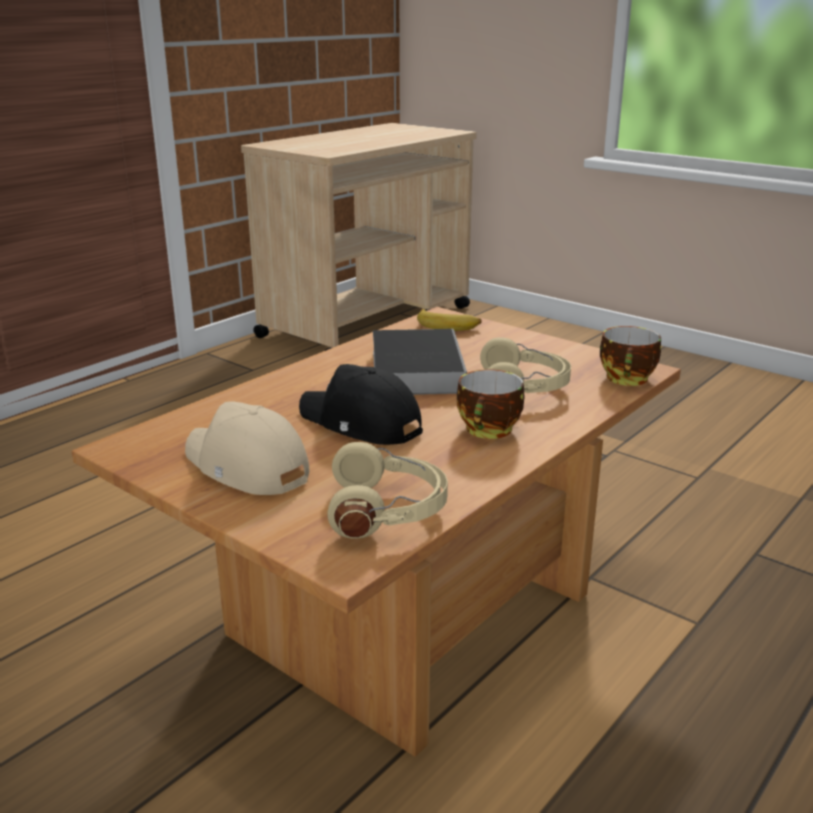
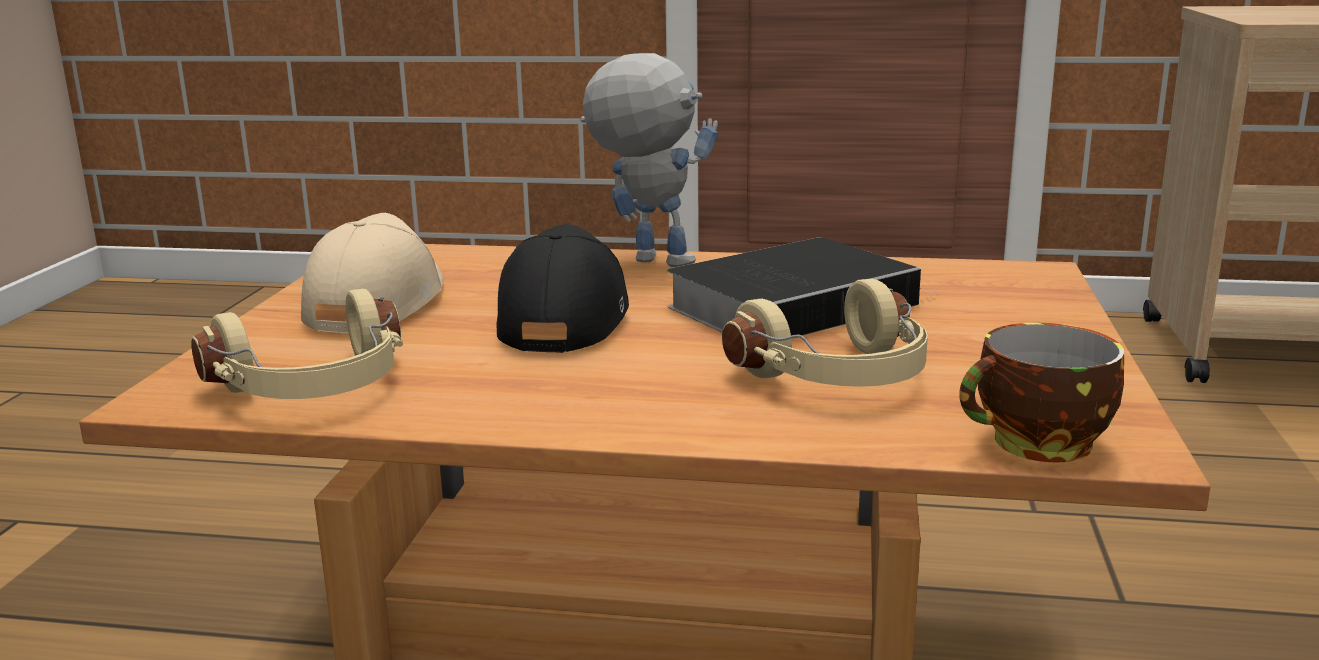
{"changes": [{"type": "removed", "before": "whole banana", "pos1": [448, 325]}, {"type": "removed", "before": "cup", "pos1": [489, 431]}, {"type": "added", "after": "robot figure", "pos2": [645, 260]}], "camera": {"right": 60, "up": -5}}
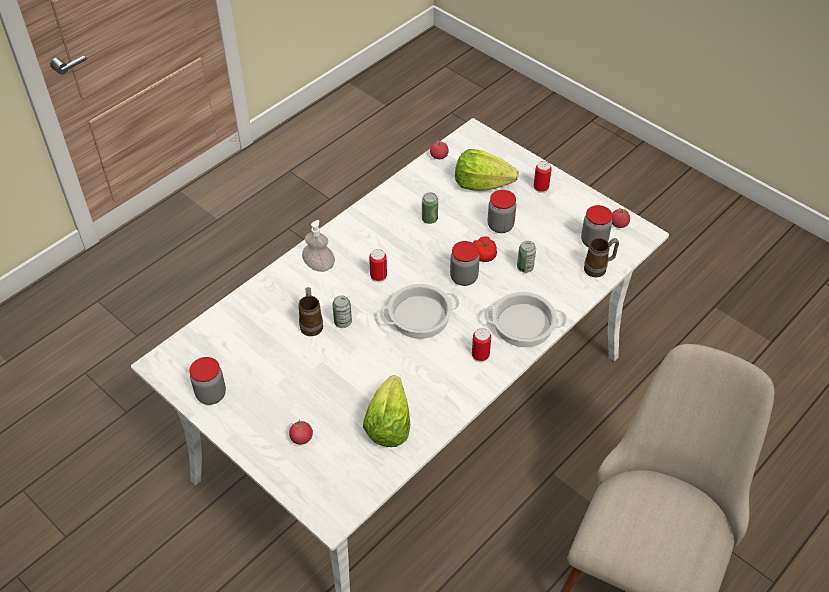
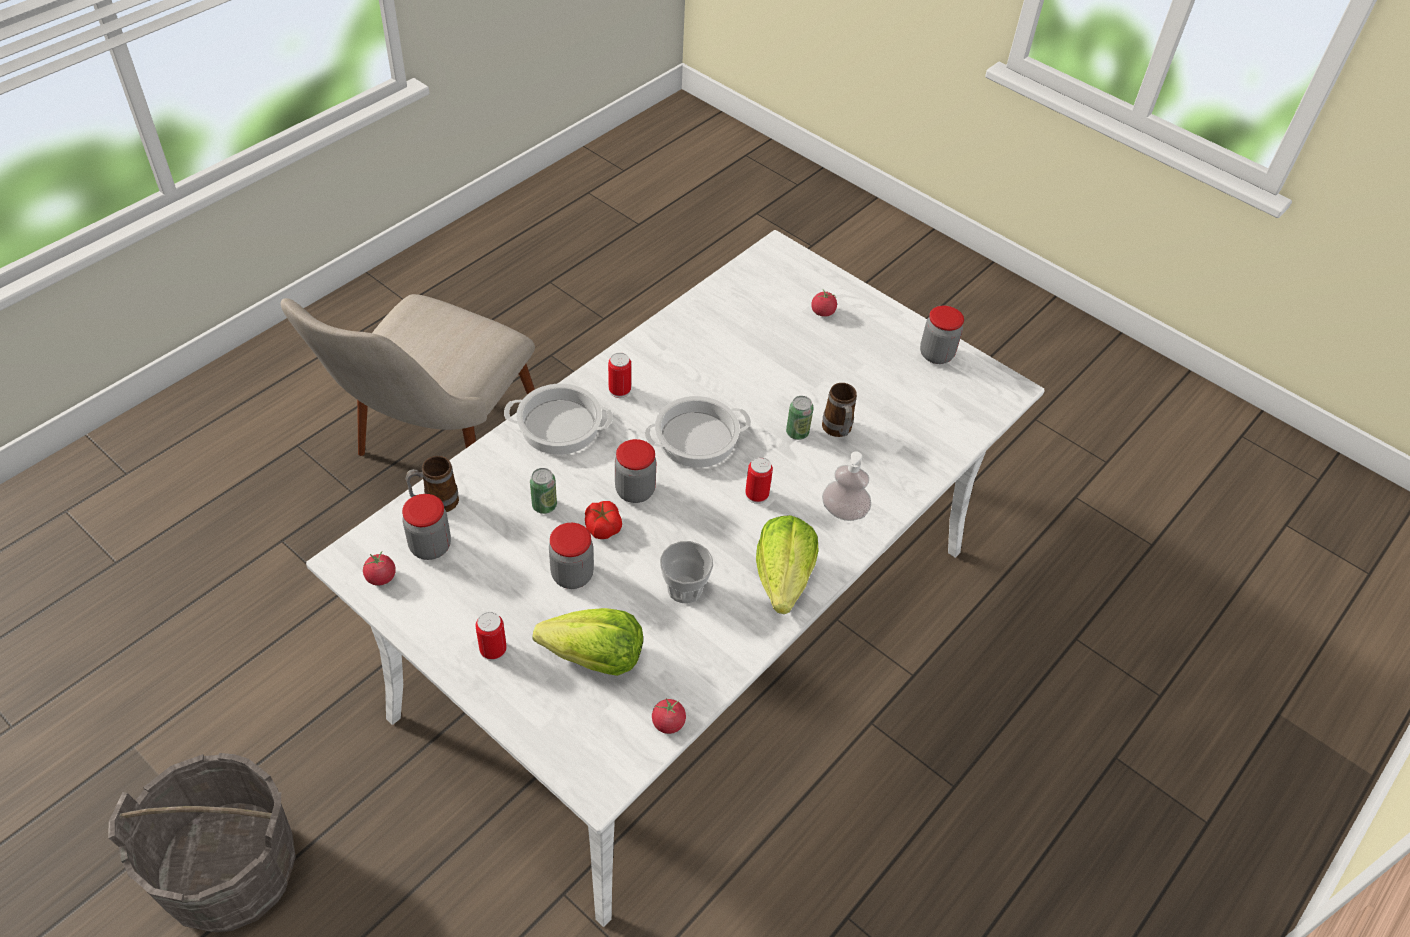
{"changes": [{"type": "moved", "before": "lettuce", "pos1": [388, 425], "pos2": [783, 578]}, {"type": "replaced", "before": "metal can", "after": "cup", "pos1": [429, 219], "pos2": [684, 588]}, {"type": "added", "after": "grey water bucket", "pos2": [231, 873]}], "camera": {"right": 175, "up": 0}}
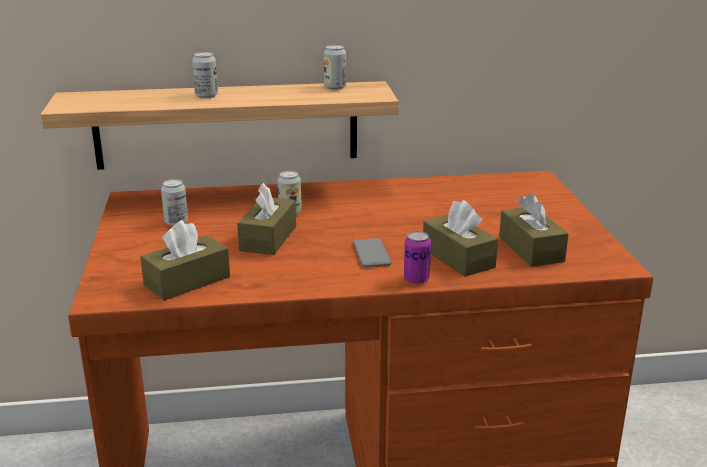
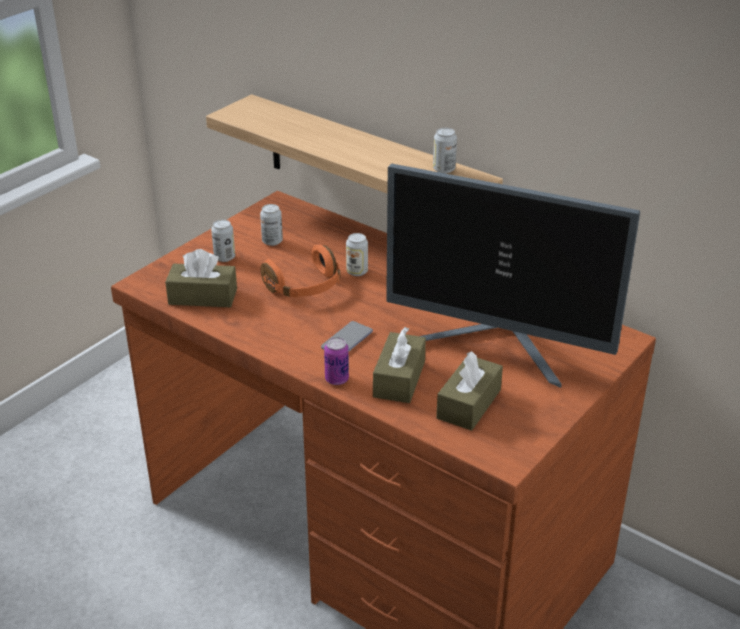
{"changes": [{"type": "moved", "before": "metal can", "pos1": [206, 96], "pos2": [224, 257]}, {"type": "replaced", "before": "brown box of tissues", "after": "orange pair of headphones", "pos1": [268, 238], "pos2": [305, 287]}, {"type": "added", "after": "monitor", "pos2": [498, 347]}], "camera": {"right": 45, "up": 10}}
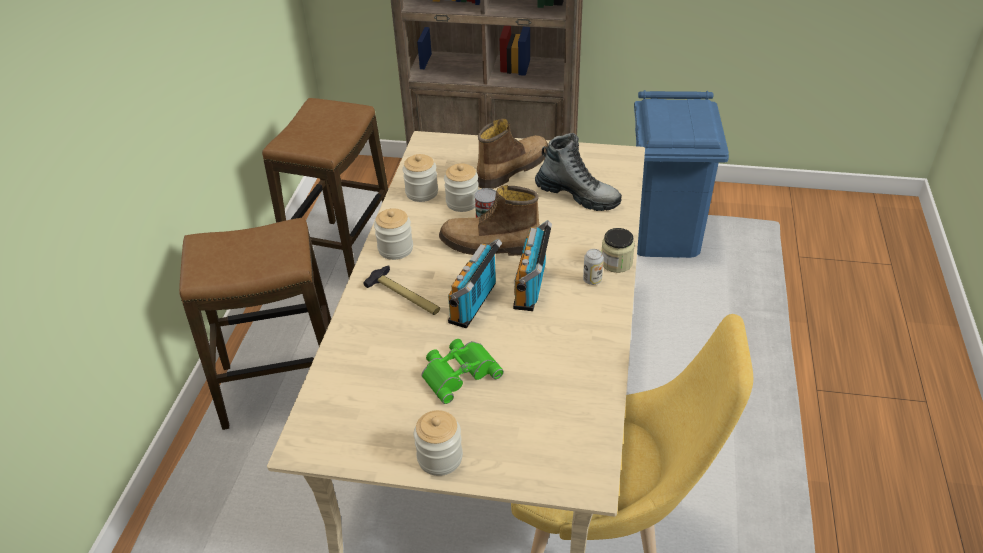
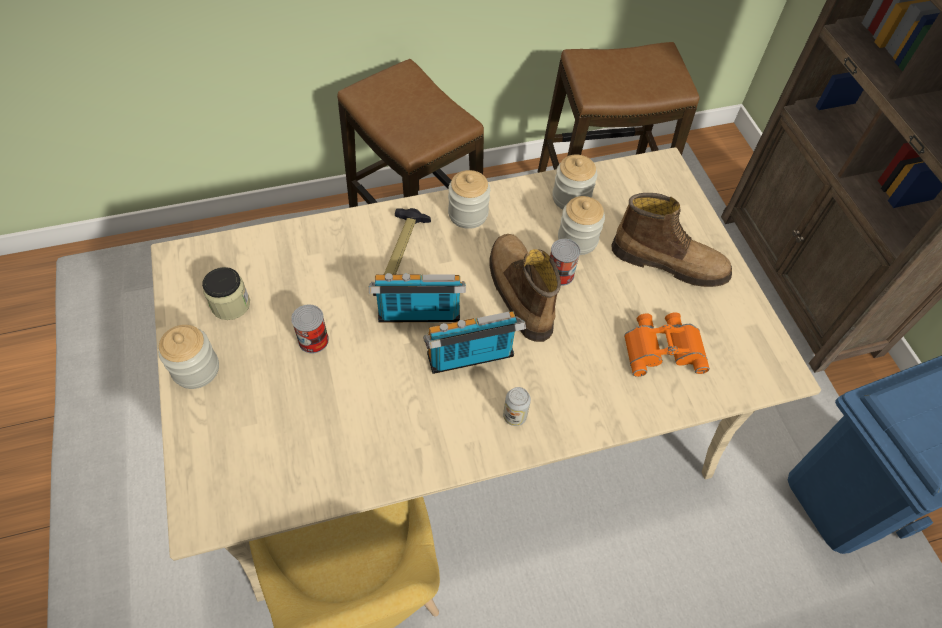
{"changes": [{"type": "replaced", "before": "green field glasses", "after": "metal can", "pos1": [459, 372], "pos2": [313, 340]}, {"type": "replaced", "before": "boot", "after": "orange field glasses", "pos1": [577, 195], "pos2": [663, 347]}, {"type": "moved", "before": "preserve jar", "pos1": [616, 263], "pos2": [231, 304]}], "camera": {"right": 60, "up": 15}}
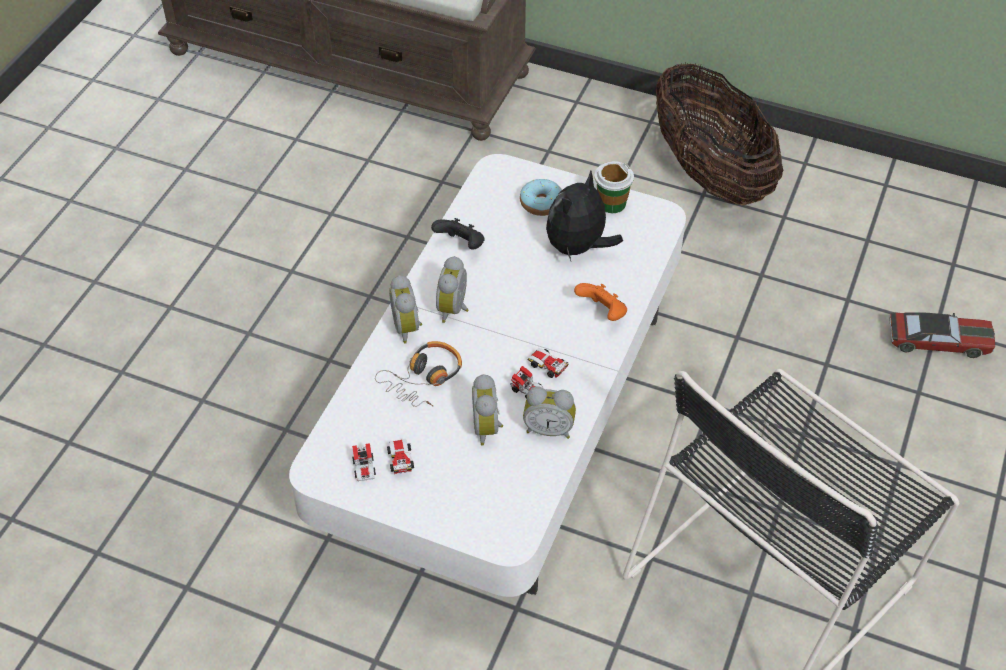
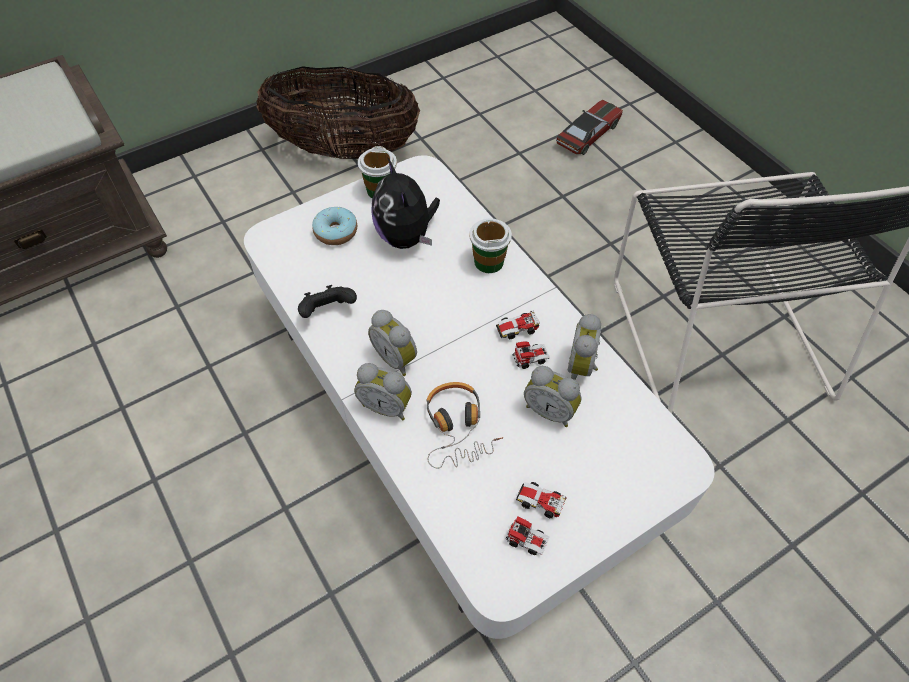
{"changes": [{"type": "turned", "before": "bedside clock", "pos1": [549, 428], "pos2": [582, 367], "turn": 150}, {"type": "replaced", "before": "orange game controller", "after": "cup", "pos1": [602, 313], "pos2": [488, 261]}], "camera": {"right": -55, "up": 5}}
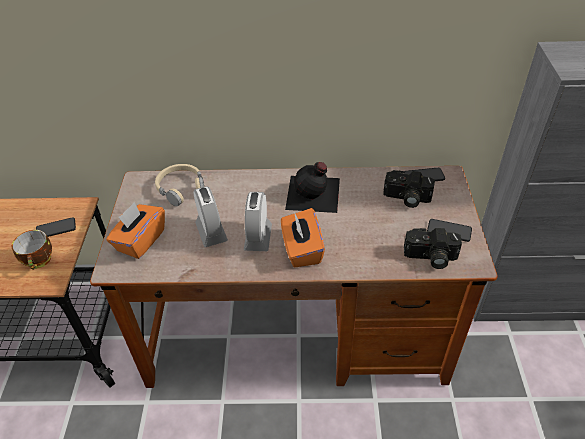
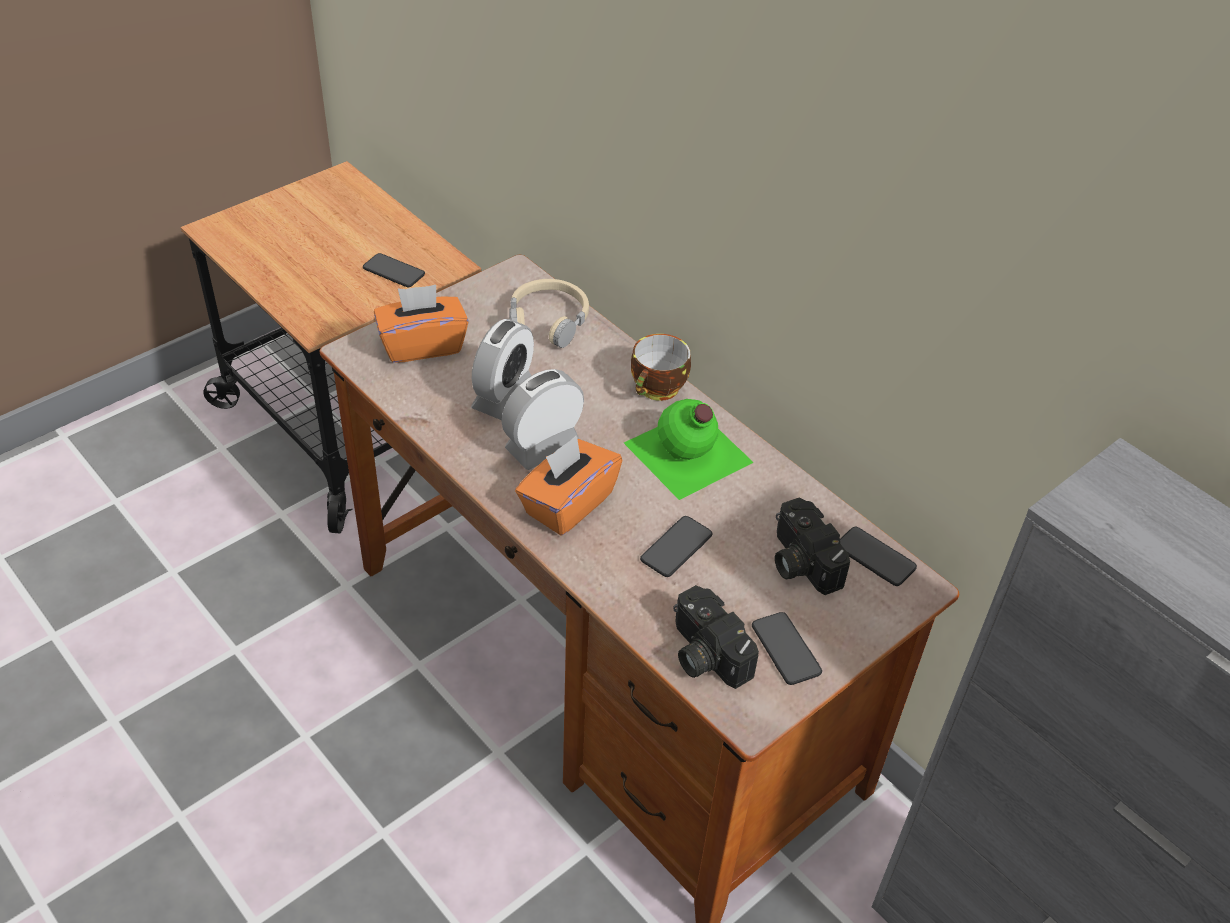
{"changes": [{"type": "moved", "before": "cup", "pos1": [39, 261], "pos2": [658, 389]}, {"type": "recoloured", "before": "black bottle", "after": "green bottle", "pos1": [314, 194], "pos2": [687, 454]}, {"type": "added", "after": "phone", "pos2": [676, 547]}], "camera": {"right": 45, "up": 0}}
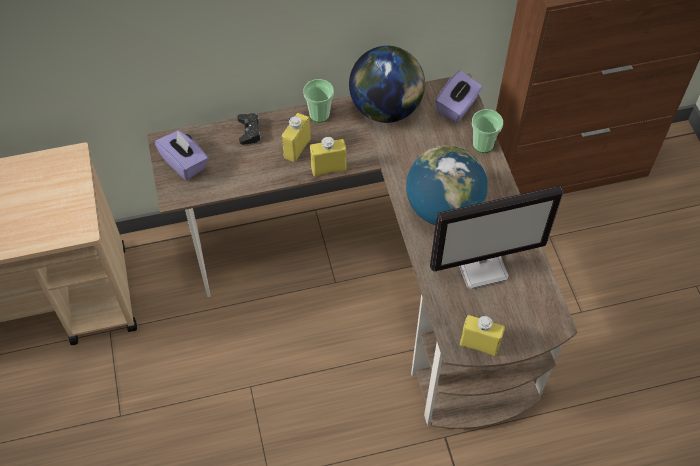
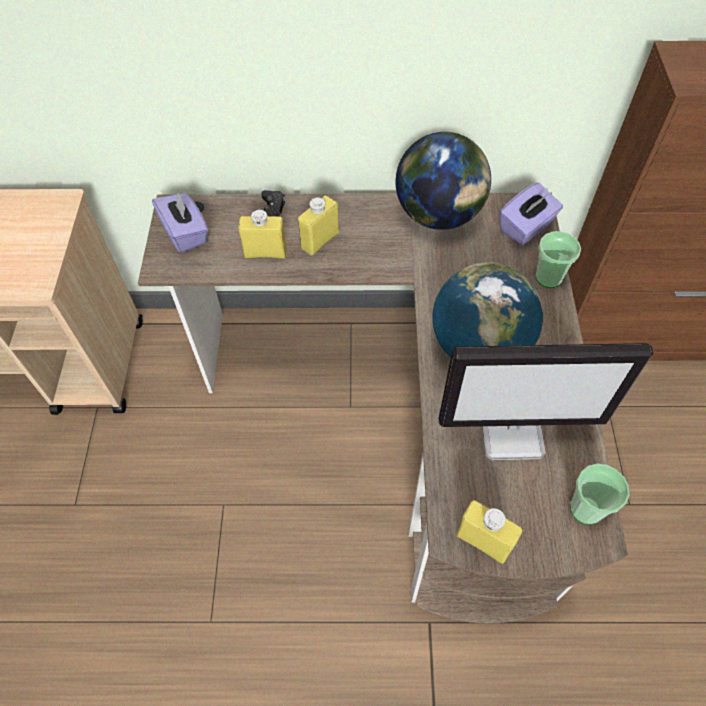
{"changes": [{"type": "moved", "before": "cup", "pos1": [319, 114], "pos2": [586, 509]}, {"type": "moved", "before": "yellow bottle", "pos1": [328, 168], "pos2": [265, 252]}], "camera": {"right": 15, "up": 0}}
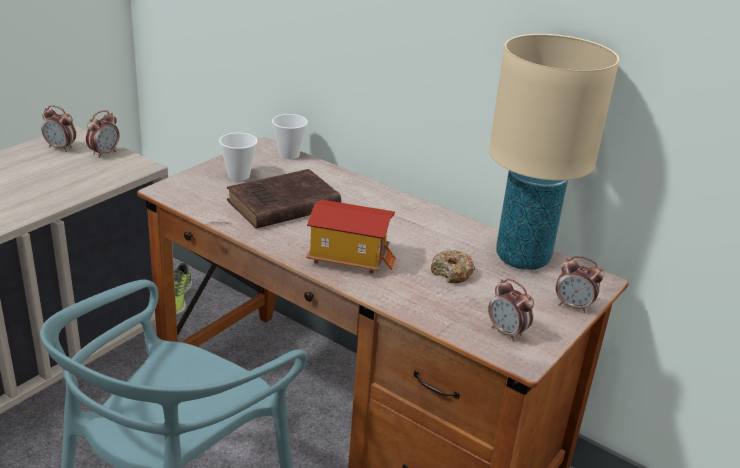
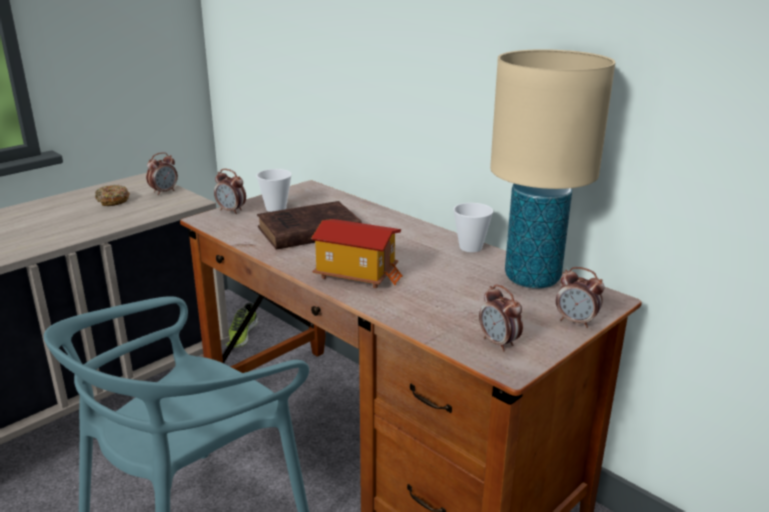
{"changes": [{"type": "moved", "before": "bedside clock", "pos1": [61, 148], "pos2": [231, 211]}, {"type": "moved", "before": "cup", "pos1": [289, 155], "pos2": [470, 247]}, {"type": "moved", "before": "donut", "pos1": [452, 273], "pos2": [113, 201]}], "camera": {"right": 10, "up": -5}}
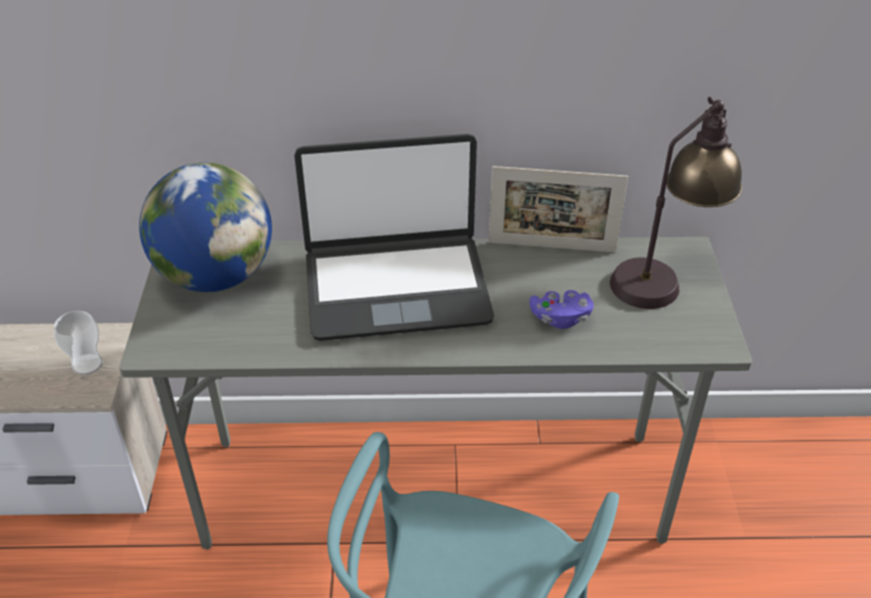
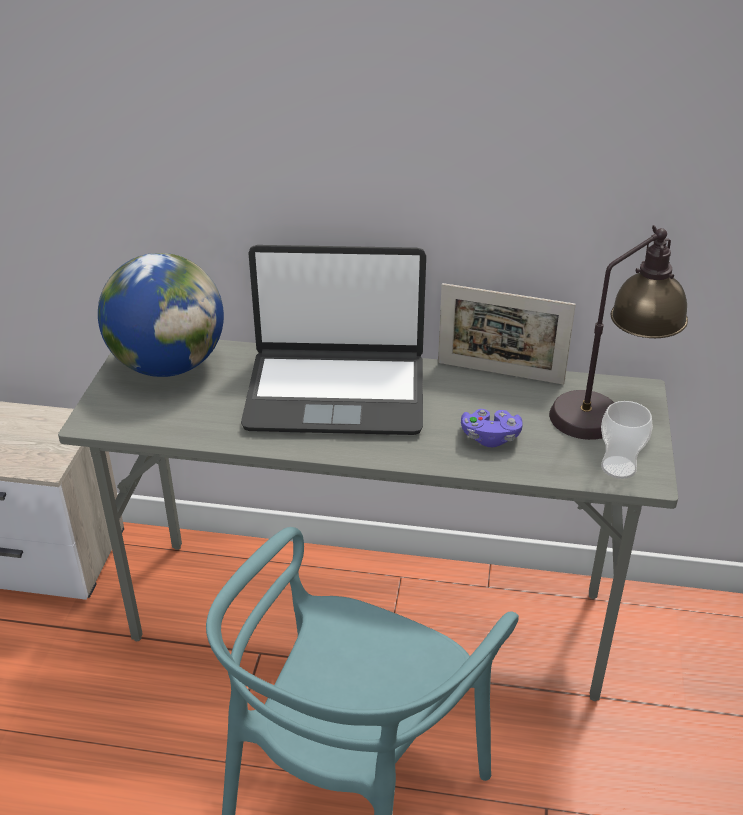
{"changes": [{"type": "moved", "before": "cup", "pos1": [87, 364], "pos2": [618, 467]}], "camera": {"right": 10, "up": -5}}
